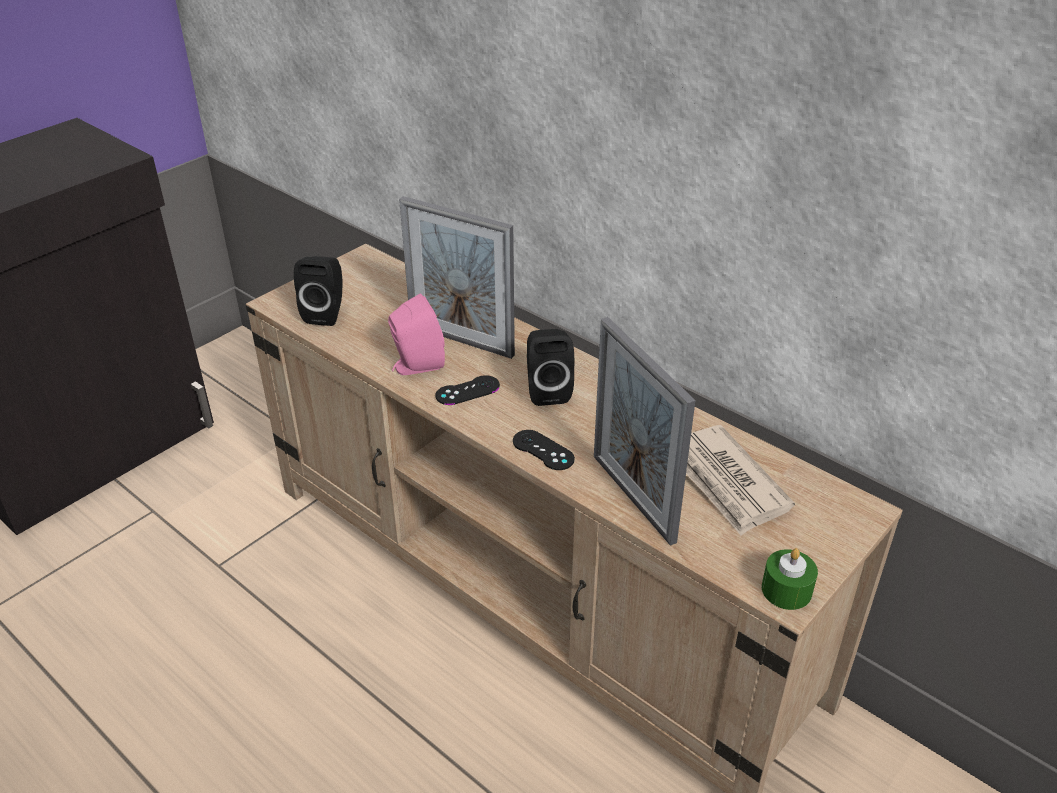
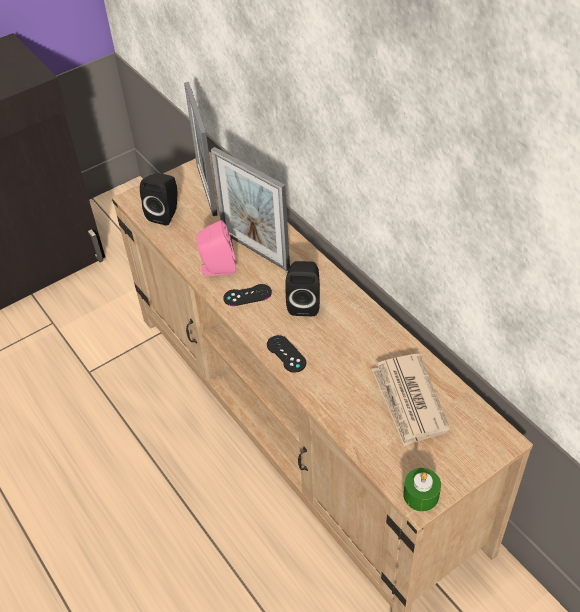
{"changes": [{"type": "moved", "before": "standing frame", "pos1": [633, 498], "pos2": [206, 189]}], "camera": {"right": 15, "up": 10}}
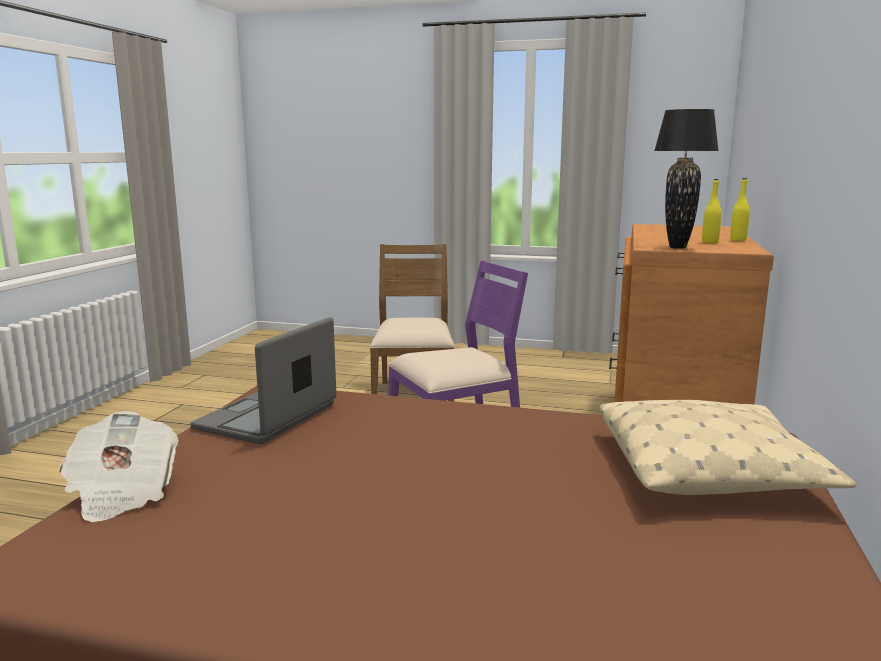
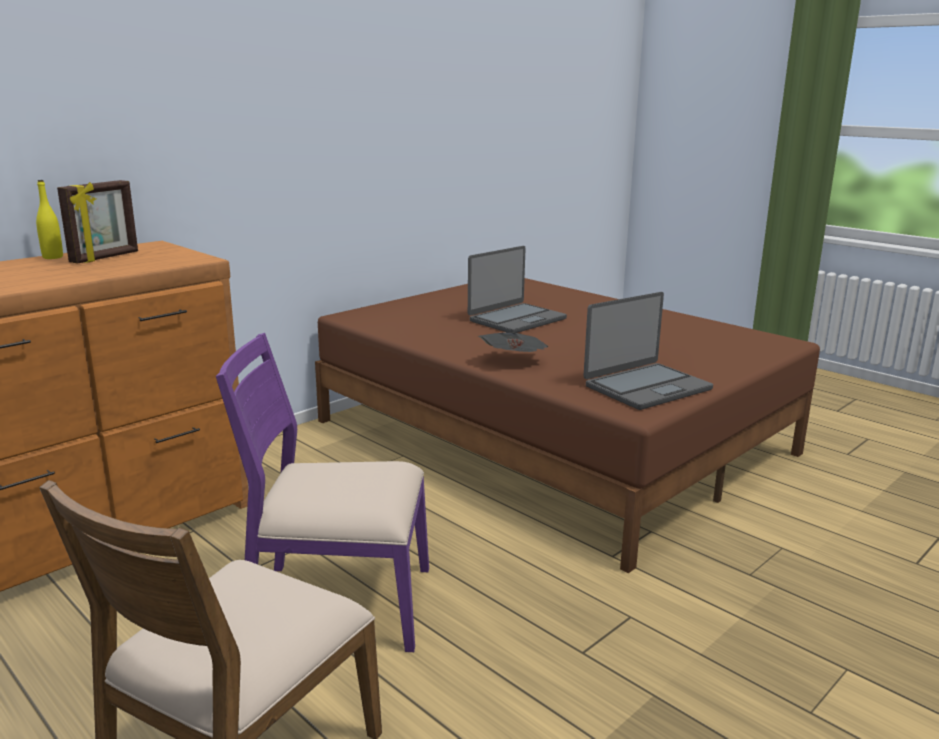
{"changes": [{"type": "moved", "before": "daily paper", "pos1": [122, 492], "pos2": [514, 361]}, {"type": "removed", "before": "beige-coloured cushion", "pos1": [709, 471]}, {"type": "removed", "before": "black lamp for a table", "pos1": [677, 247]}, {"type": "replaced", "before": "yellow bottle", "after": "standing frame", "pos1": [710, 242], "pos2": [105, 257]}, {"type": "added", "after": "portable computer", "pos2": [516, 319]}], "camera": {"right": -150, "up": 5}}
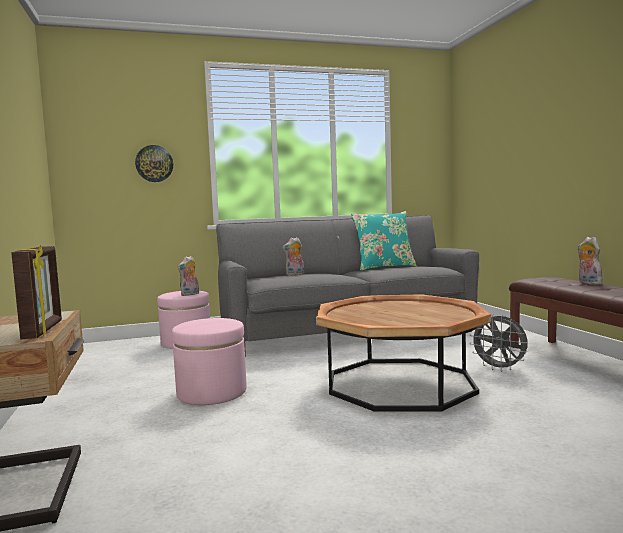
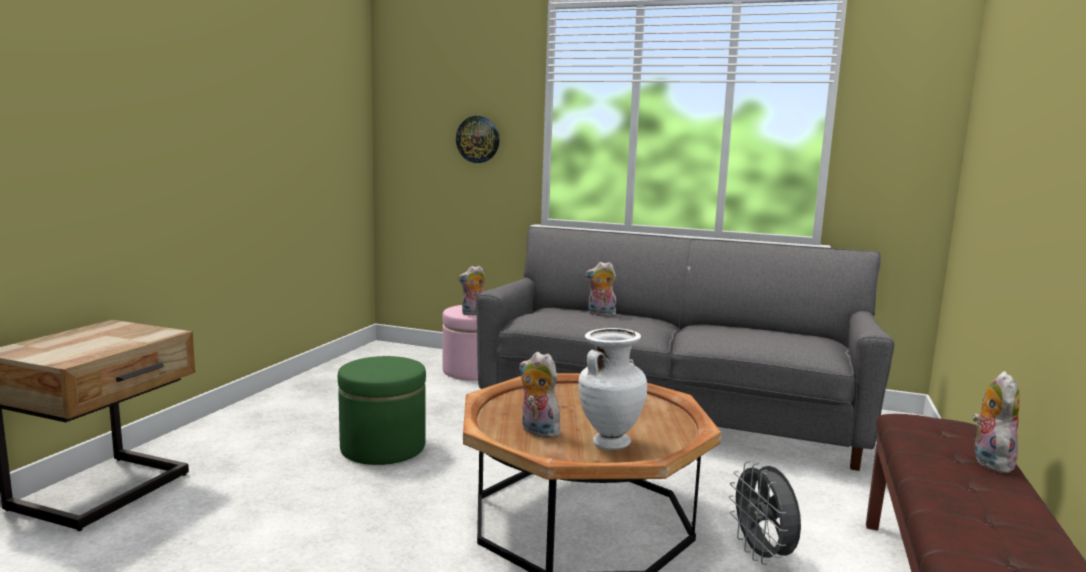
{"changes": [{"type": "removed", "before": "standing frame", "pos1": [44, 330]}, {"type": "recoloured", "before": "pinkish ottoman", "after": "green ottoman", "pos1": [212, 392], "pos2": [383, 447]}, {"type": "removed", "before": "blue-green cushion", "pos1": [384, 267]}, {"type": "added", "after": "cuddly toy", "pos2": [537, 431]}, {"type": "added", "after": "whitish decorative vase", "pos2": [609, 443]}], "camera": {"right": 35, "up": 5}}
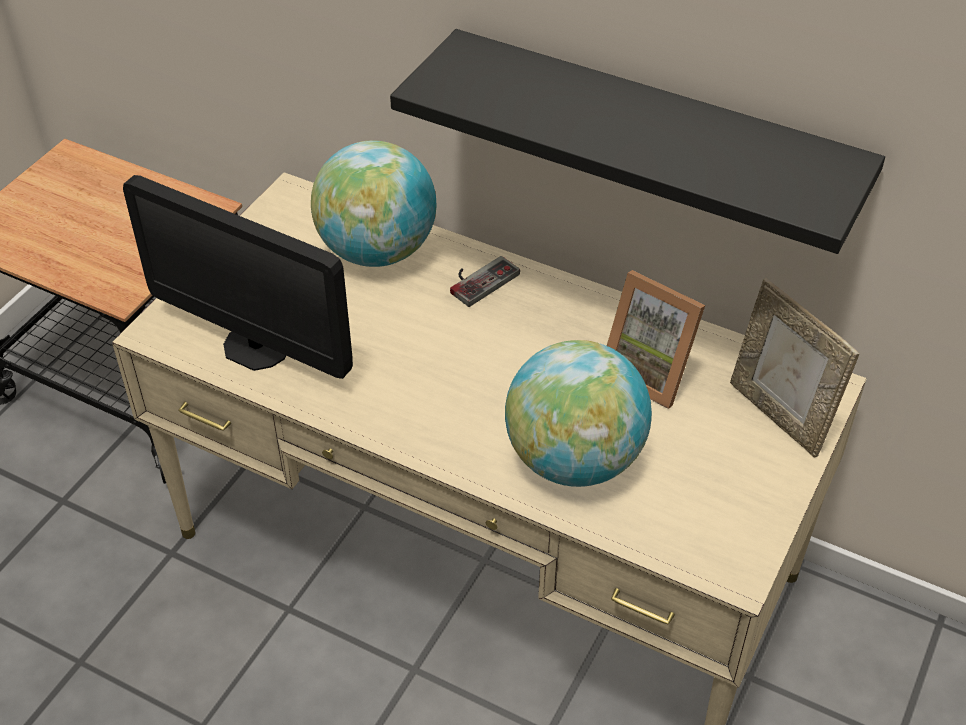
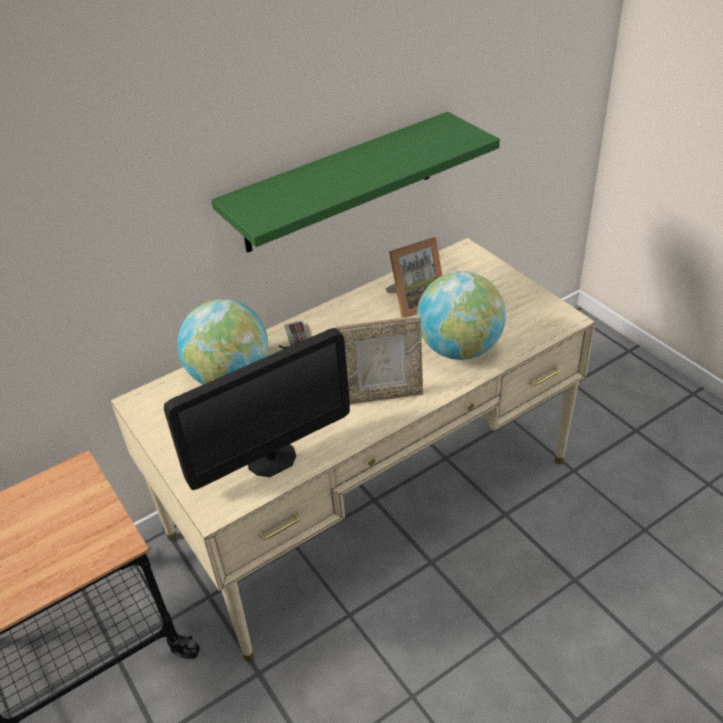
{"changes": [{"type": "recoloured", "before": "black wall shelf", "after": "green wall shelf", "pos1": [653, 134], "pos2": [339, 183]}, {"type": "moved", "before": "standing frame", "pos1": [779, 415], "pos2": [382, 395]}], "camera": {"right": -60, "up": -5}}
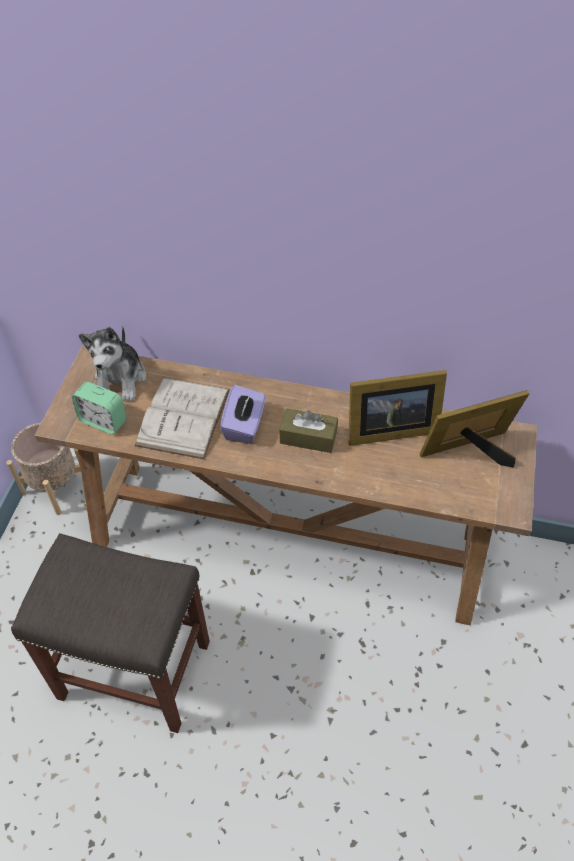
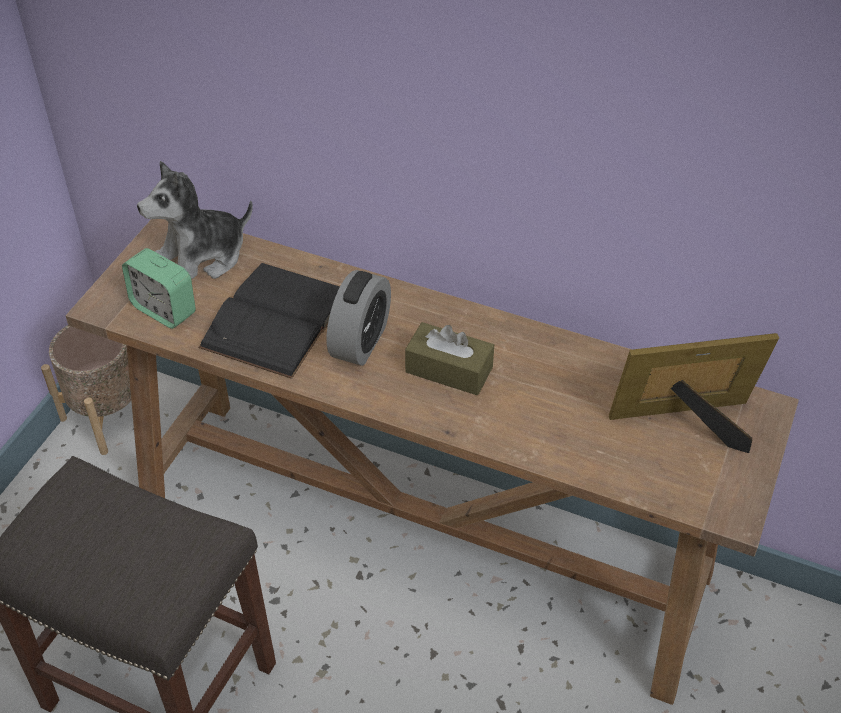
{"changes": [{"type": "turned", "before": "cuddly toy", "pos1": [120, 379], "pos2": [202, 257], "turn": 45}, {"type": "recoloured", "before": "whitish bound book", "after": "black bound book", "pos1": [183, 417], "pos2": [276, 319]}, {"type": "replaced", "before": "purple-coloured box of tissues", "after": "bedside clock", "pos1": [244, 426], "pos2": [360, 342]}, {"type": "removed", "before": "standing frame", "pos1": [387, 429]}], "camera": {"right": 10, "up": -5}}
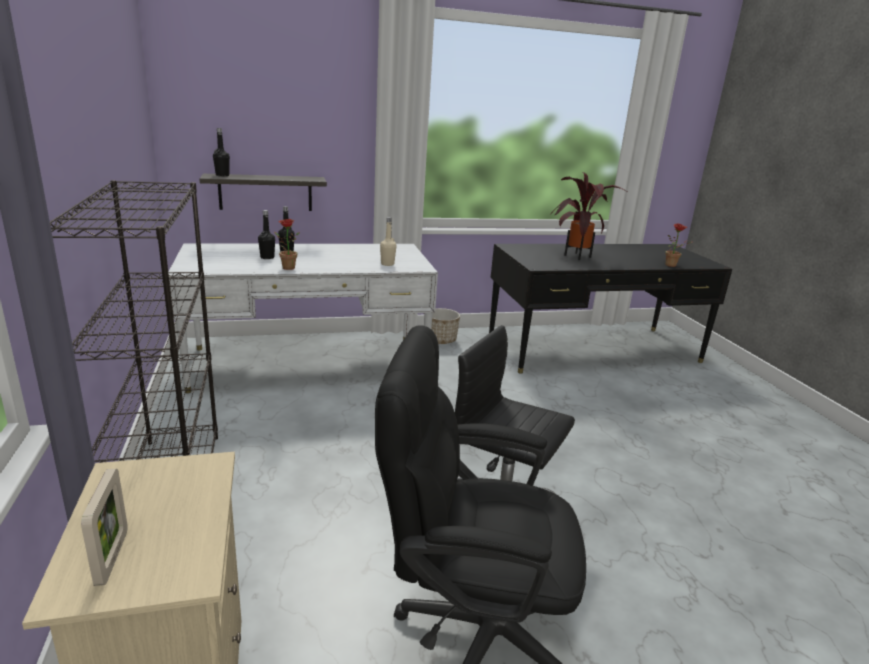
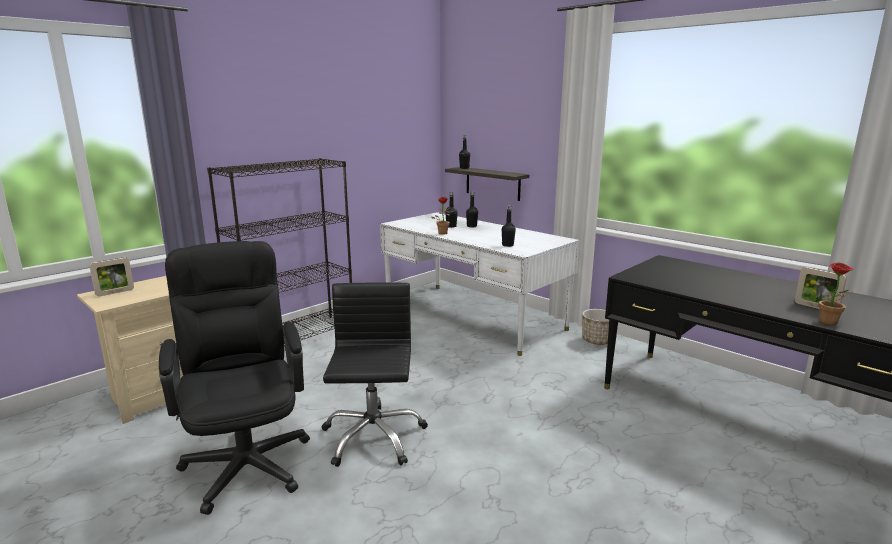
{"changes": [{"type": "recoloured", "before": "beige-coloured bottle", "after": "black bottle", "pos1": [387, 264], "pos2": [508, 245]}, {"type": "removed", "before": "potted plant", "pos1": [574, 256]}, {"type": "added", "after": "standing frame", "pos2": [815, 307]}], "camera": {"right": 60, "up": -5}}
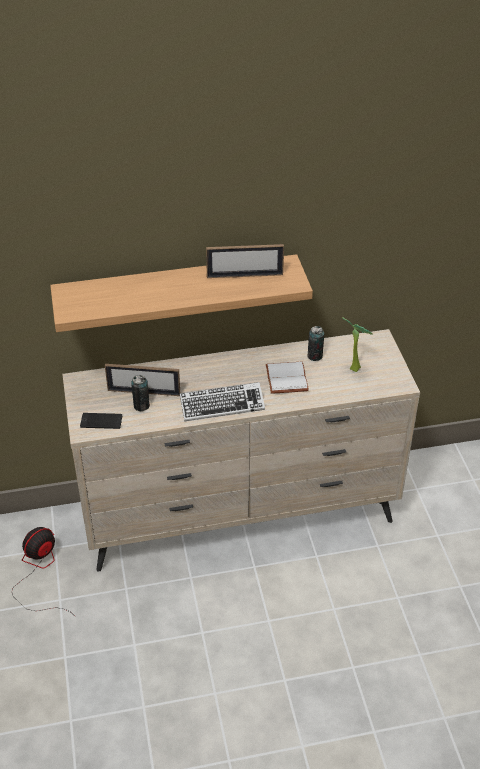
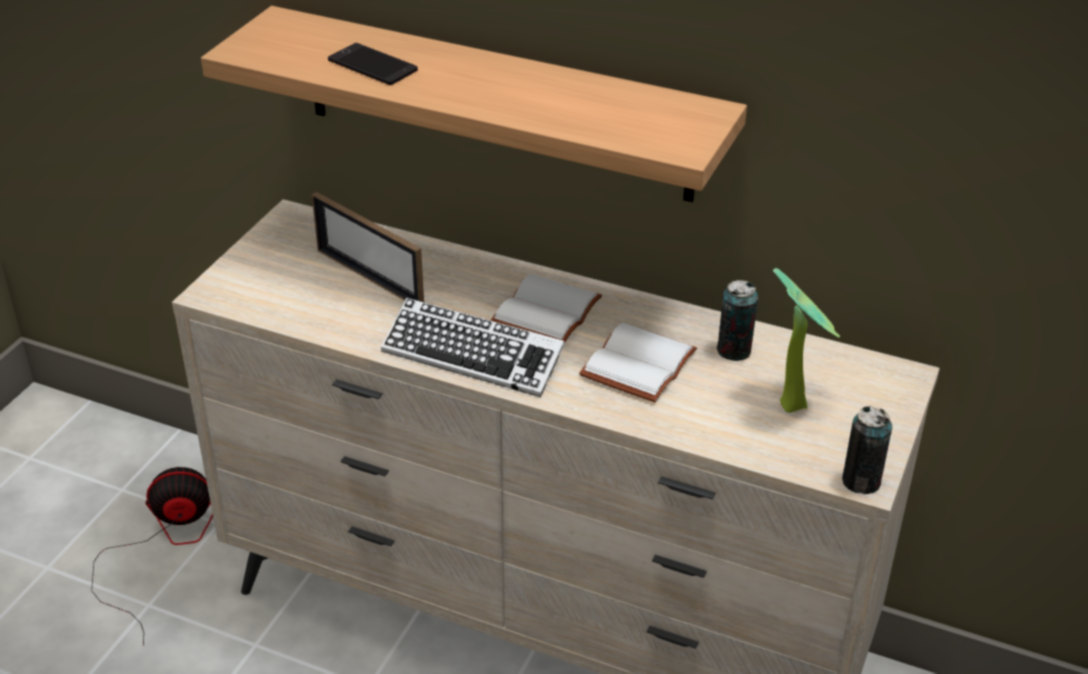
{"changes": [{"type": "moved", "before": "phone", "pos1": [101, 421], "pos2": [372, 65]}, {"type": "moved", "before": "metal can", "pos1": [141, 406], "pos2": [861, 481]}, {"type": "removed", "before": "standing frame", "pos1": [244, 275]}, {"type": "added", "after": "whitish bound book", "pos2": [548, 314]}], "camera": {"right": 35, "up": -5}}
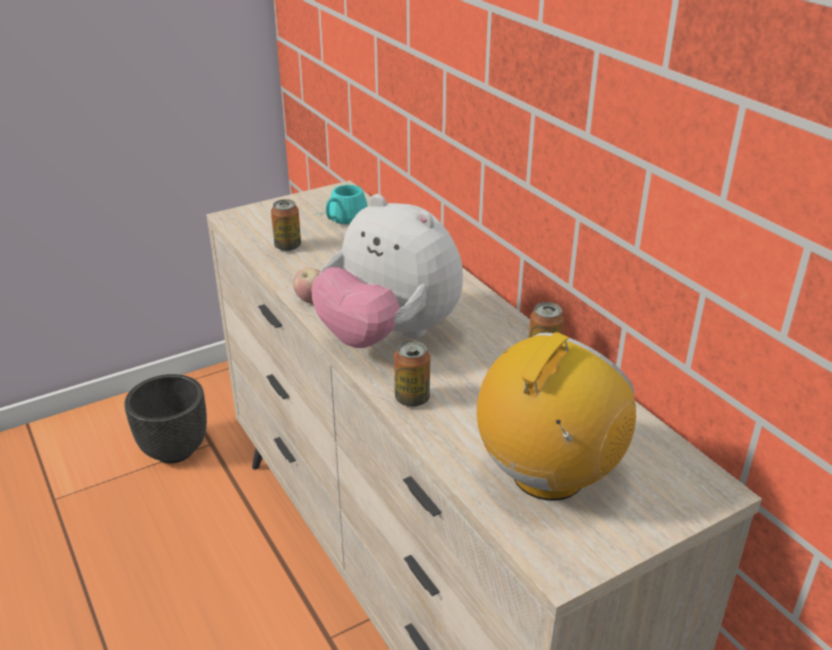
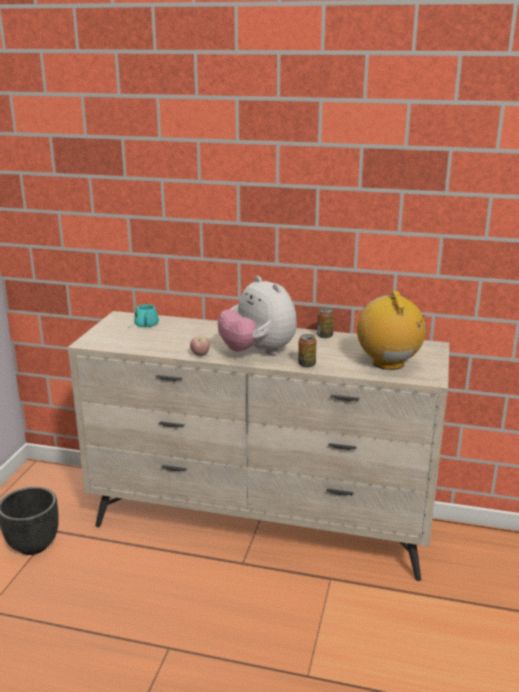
{"changes": [{"type": "removed", "before": "metal can", "pos1": [287, 246]}, {"type": "turned", "before": "cuddly toy", "pos1": [388, 336], "pos2": [258, 352], "turn": 60}], "camera": {"right": -45, "up": -10}}
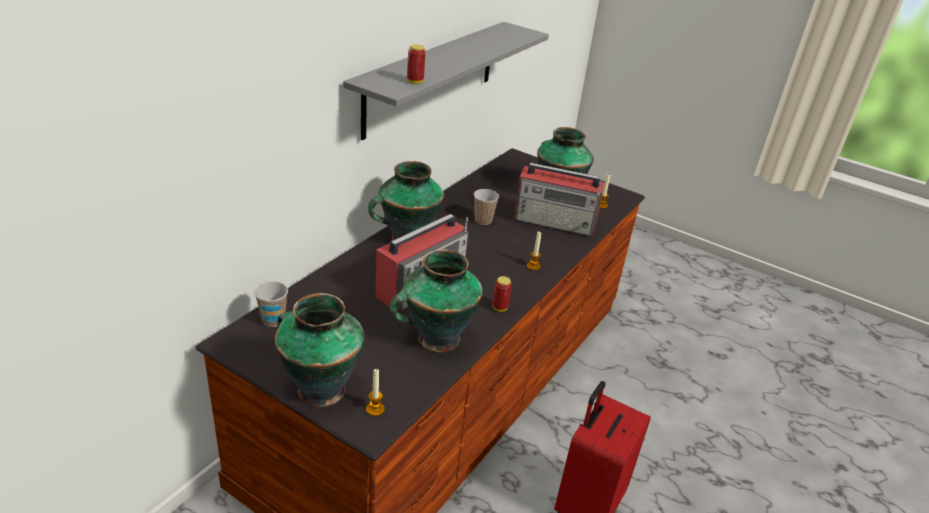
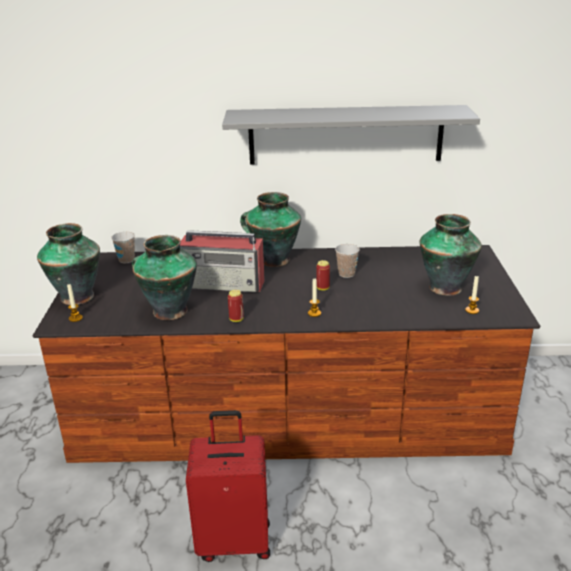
{"changes": [{"type": "moved", "before": "metal can", "pos1": [415, 82], "pos2": [323, 288]}, {"type": "removed", "before": "radio set", "pos1": [556, 222]}], "camera": {"right": 60, "up": -5}}
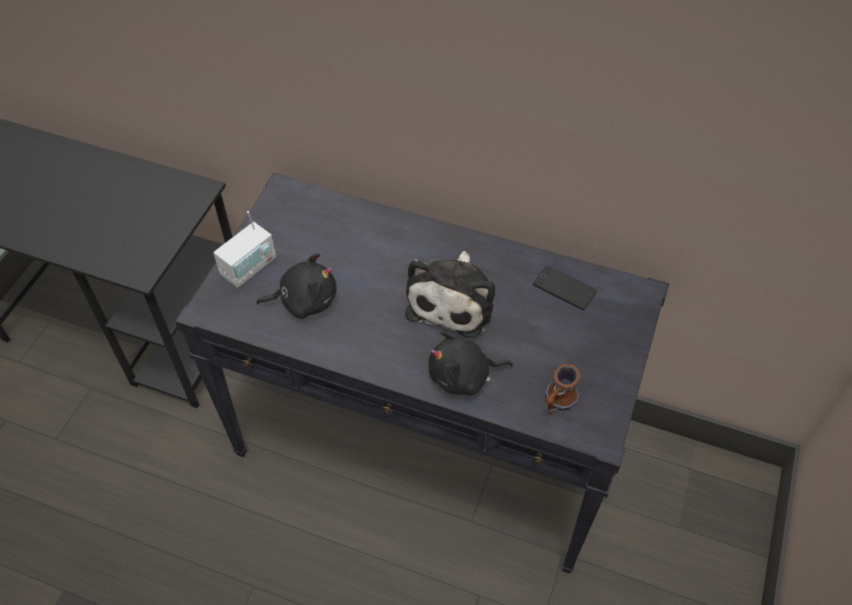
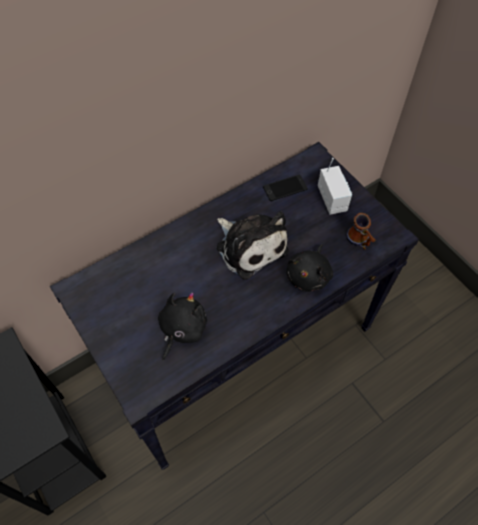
{"changes": [{"type": "moved", "before": "radio set", "pos1": [249, 268], "pos2": [332, 199]}], "camera": {"right": -55, "up": 5}}
